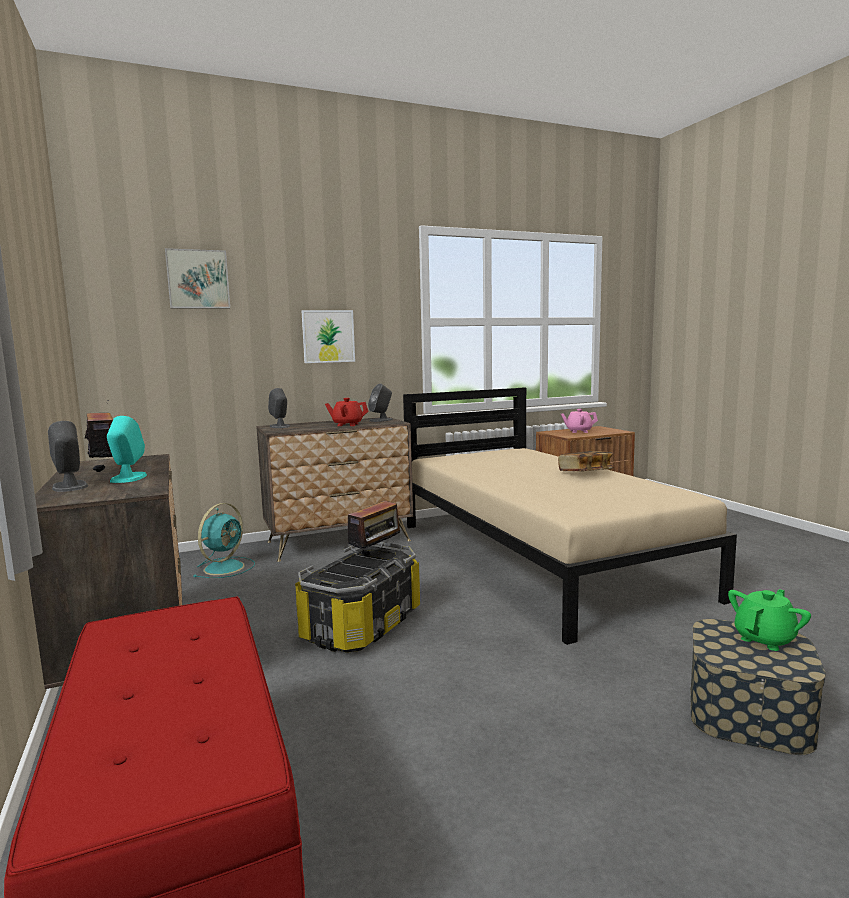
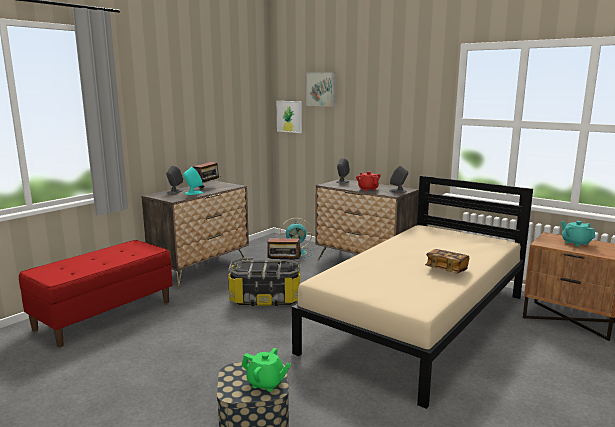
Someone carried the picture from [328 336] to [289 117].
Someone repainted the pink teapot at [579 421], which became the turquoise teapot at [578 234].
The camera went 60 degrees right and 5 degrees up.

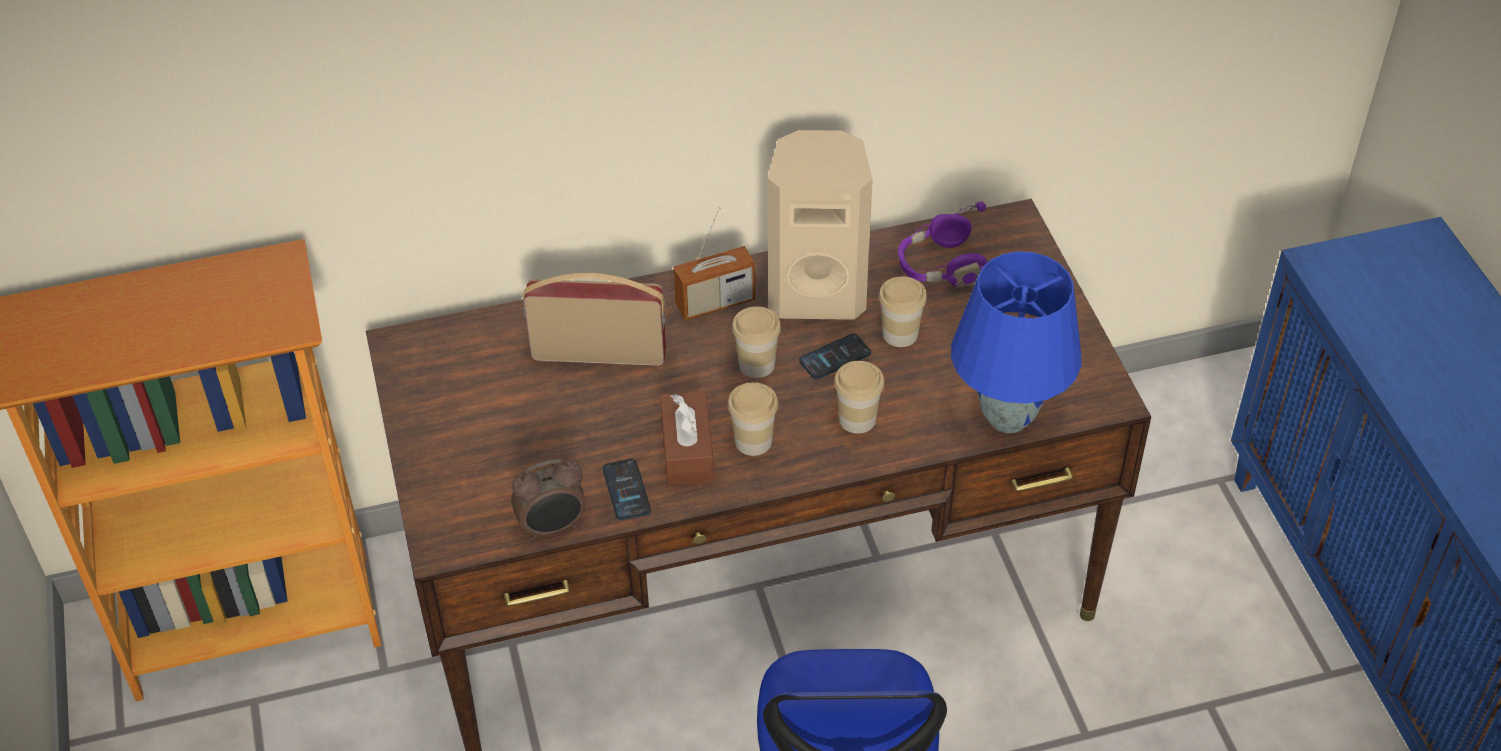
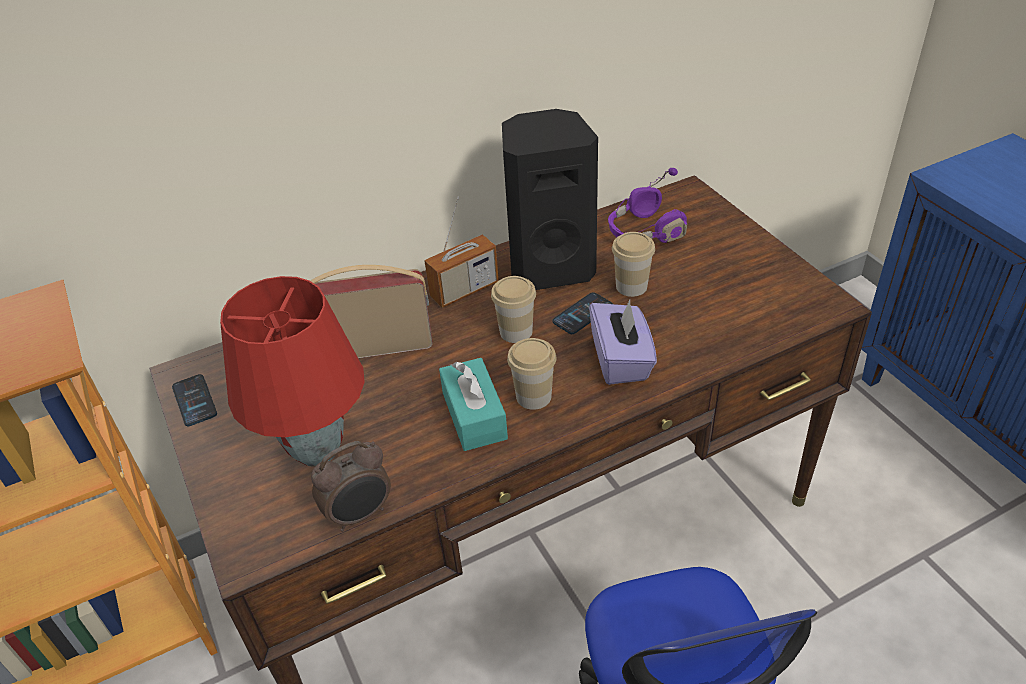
Someone carried the phone from [627 489] to [194 400].
Someone repainted the brown tissue box at [687 438], which became the turquoise tissue box at [473 404].
Someone repainted the beige speaker at [820 225], which became the black speaker at [550 199].
Someone swapped the cup at [859 397] for the purple tissue box at [623 342].
Someone took away the blue table lamp at [1016 342].
Someone put down the red table lamp at [292 371].
The camera went 10 degrees left and 5 degrees down.

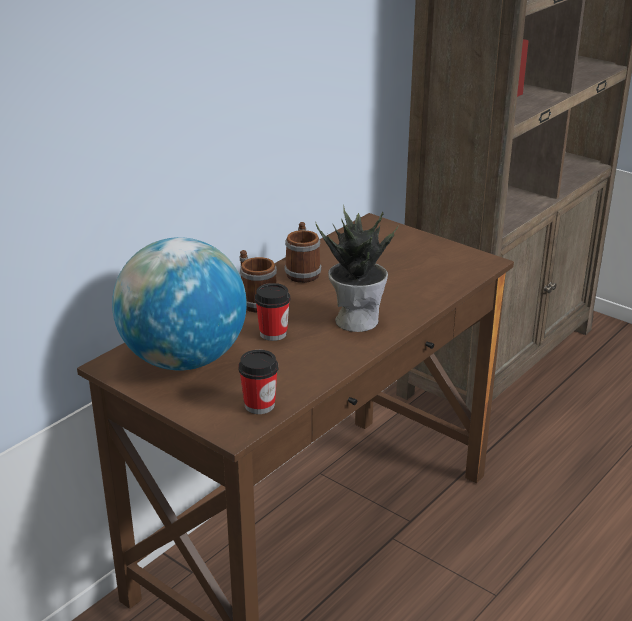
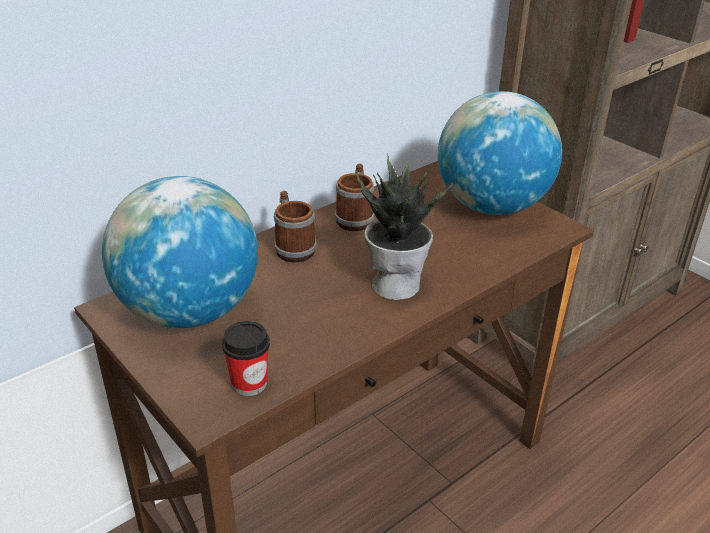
Someone took away the cup at [272 312].
Someone put down the globe at [500 153].
The camera went 10 degrees right and 5 degrees up.

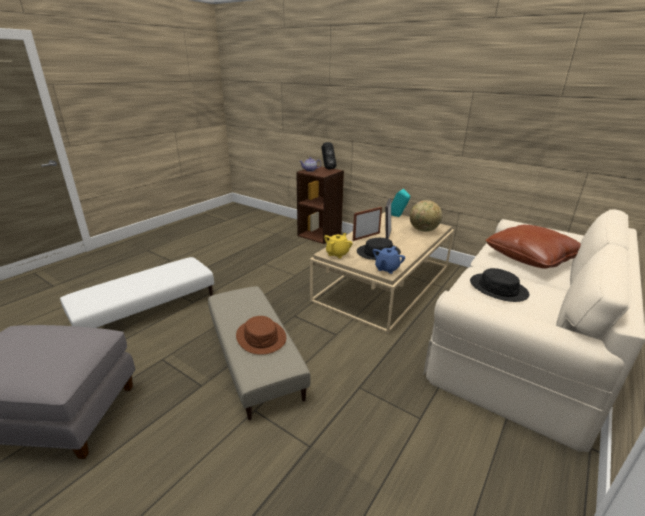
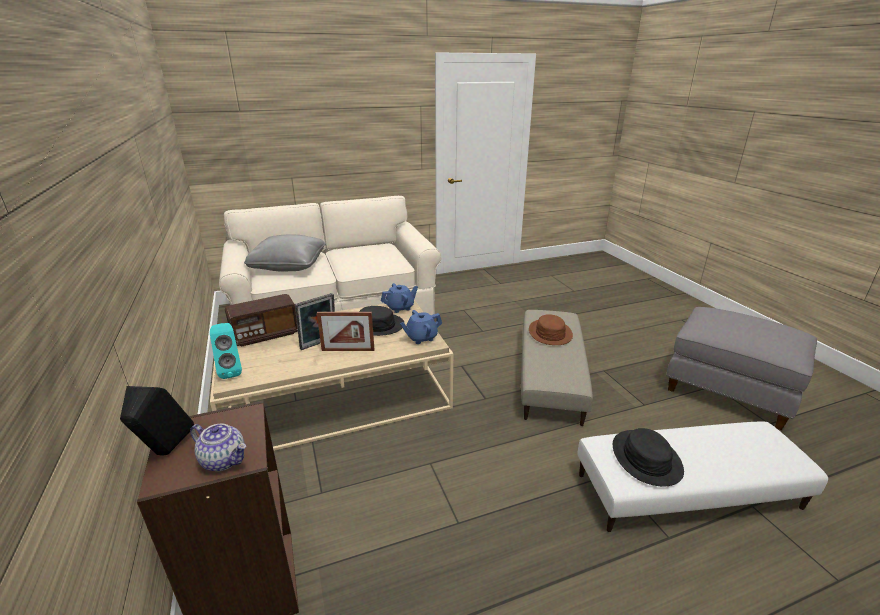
Someone repainted the yellow teapot at [338 245], which became the blue teapot at [421 327].
Someone swapped the globe at [426 216] for the radio at [261 320].
Someone carried the black hat from [499 285] to [648 457].
Someone repainted the brown pillow at [533 247], which became the grey pillow at [285 253].
The camera went 145 degrees left and 0 degrees up.

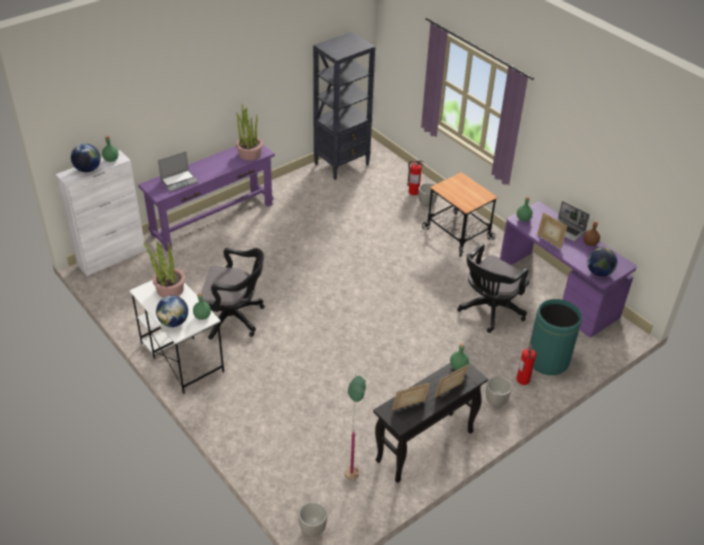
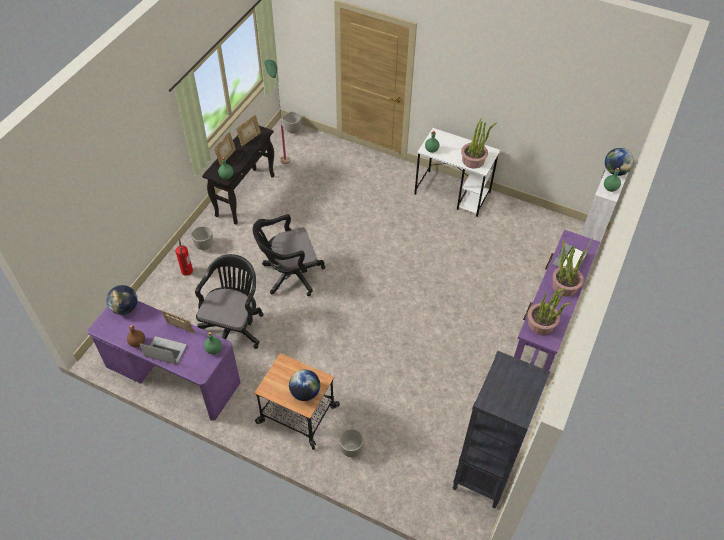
Someone carried the globe from [172 311] to [304 385].
Someone carried the black office chair from [232 294] to [289 255].
Someone took away the fire extinguisher at [416 177].
Someone took away the green trash can at [555 337].
Someone put down the potted plant at [568 268].
The camera went 155 degrees right and 10 degrees up.

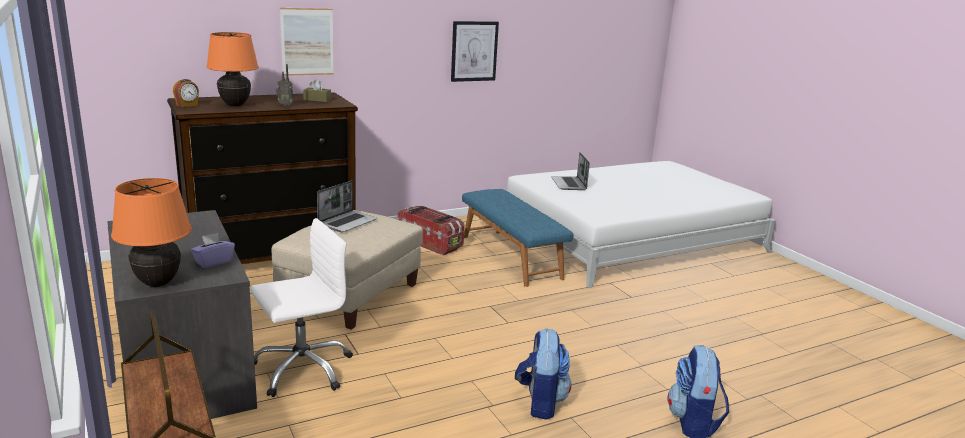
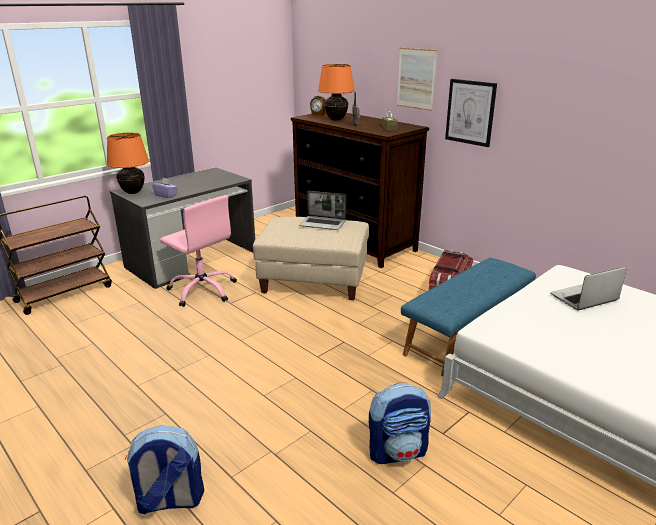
Someone repainted the white office chair at [301 307], which became the pink office chair at [198 251].
Someone carried the picture from [475 51] to [471 113].
Someone carried the backpack from [543 374] to [400 423].
The camera went 75 degrees right and 5 degrees up.

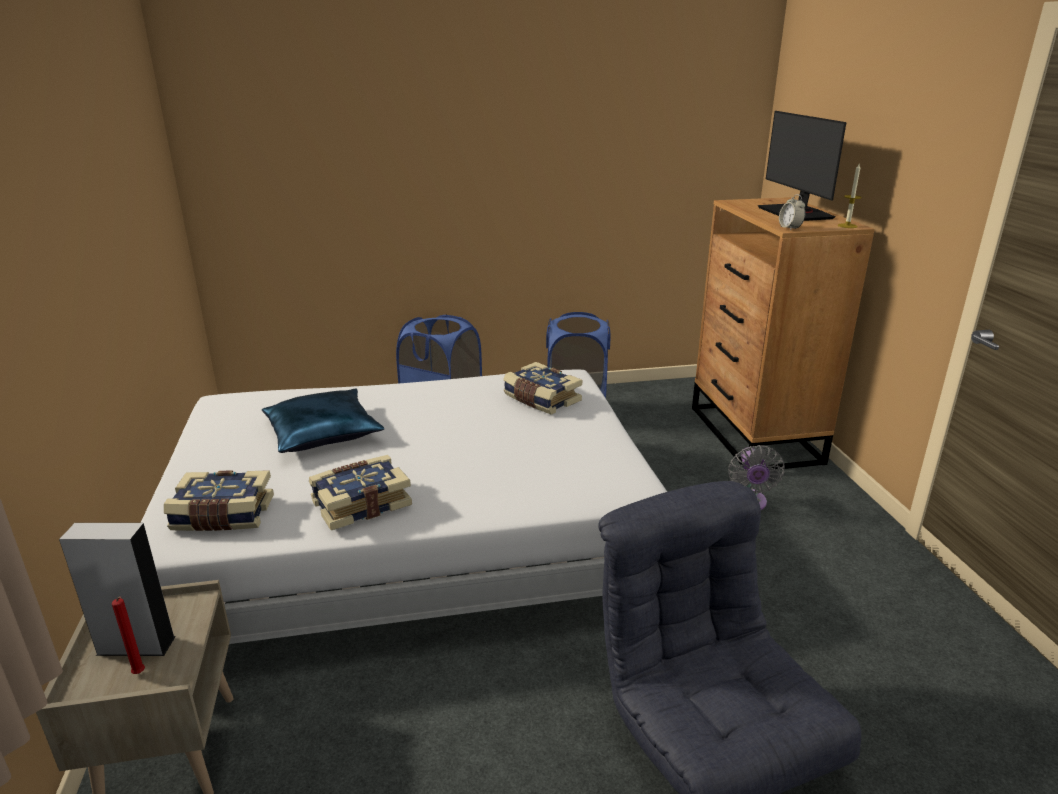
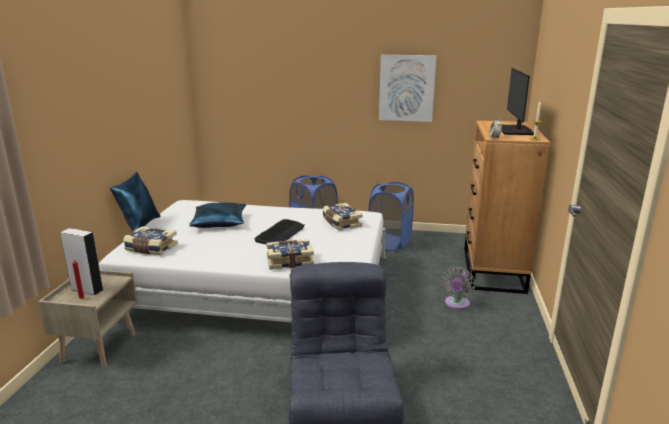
Someone carried the book from [360 492] to [290 254].
Someone put down the blue pillow at [135 202].
Someone put down the keyboard at [280 232].
Someone put up the picture at [408 88].
The camera went 20 degrees right and 5 degrees down.

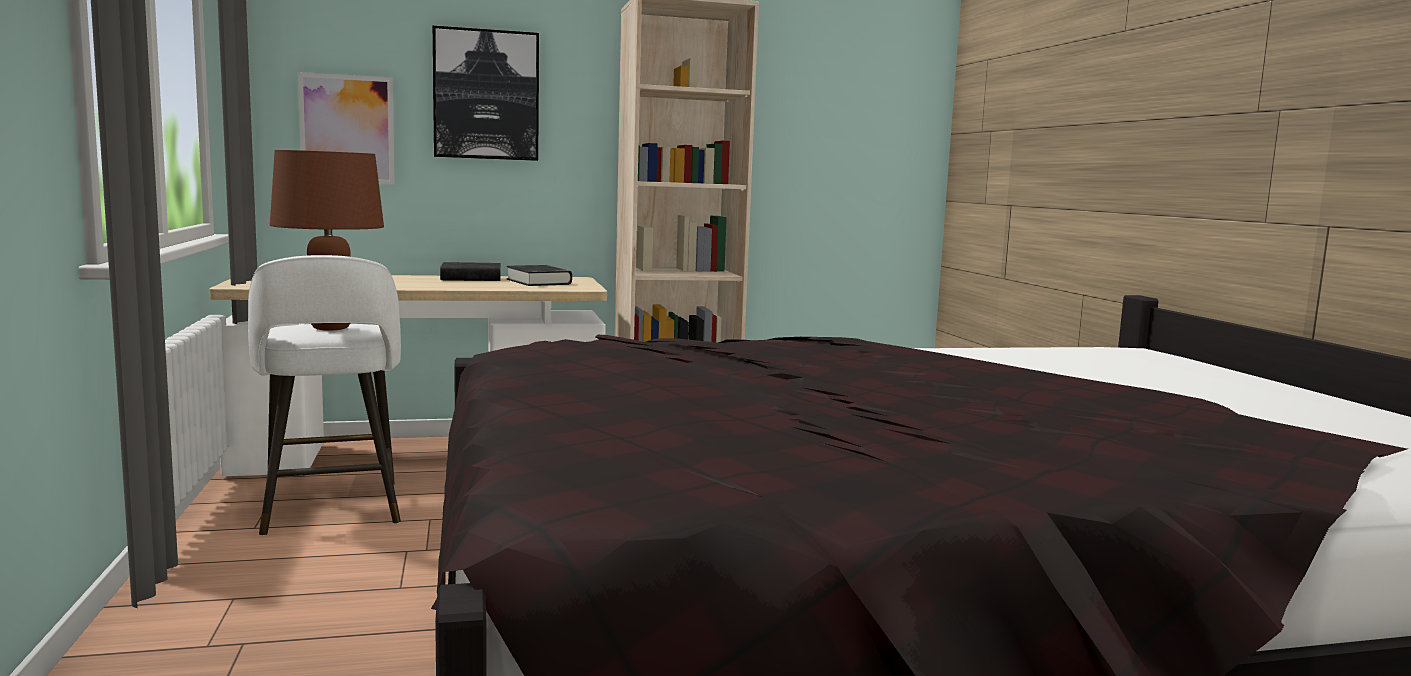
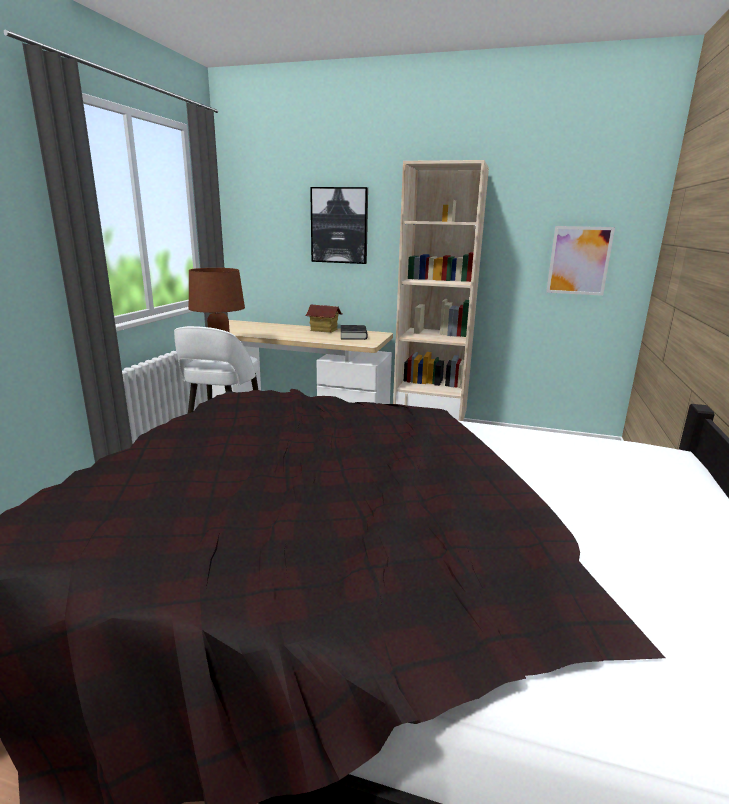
Someone carried the picture from [345 128] to [580 261].
Someone swapped the black book at [470 271] for the toy house at [324 318].
The camera went 30 degrees right and 10 degrees up.

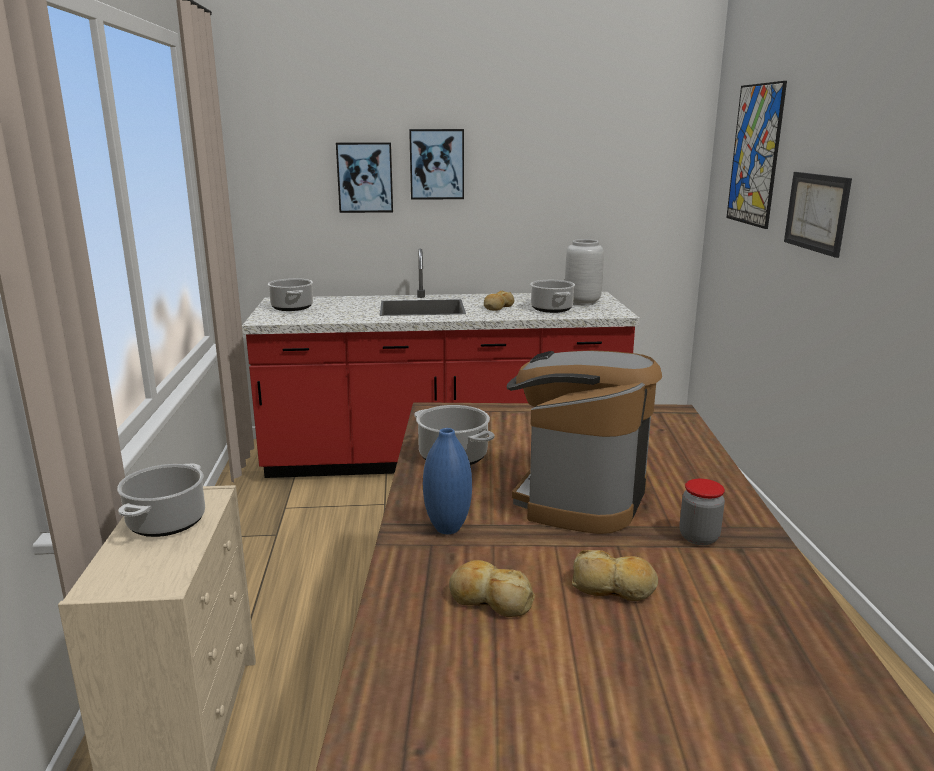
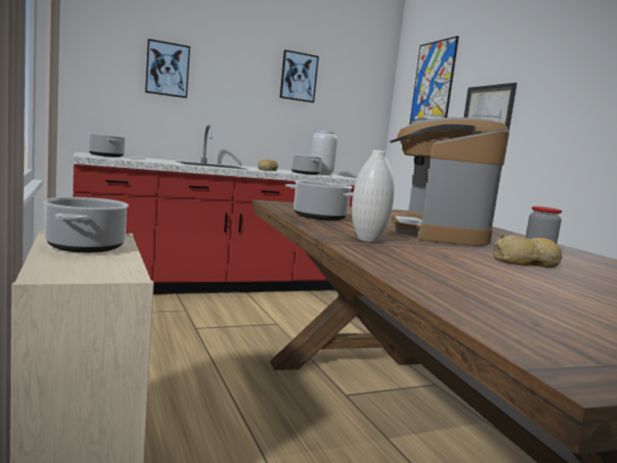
Someone carried the picture from [436 164] to [299 76].
Someone repainted the blue vase at [447 481], which became the white vase at [373 196].
Someone took away the bread at [492 588].
The camera went 20 degrees left and 10 degrees down.

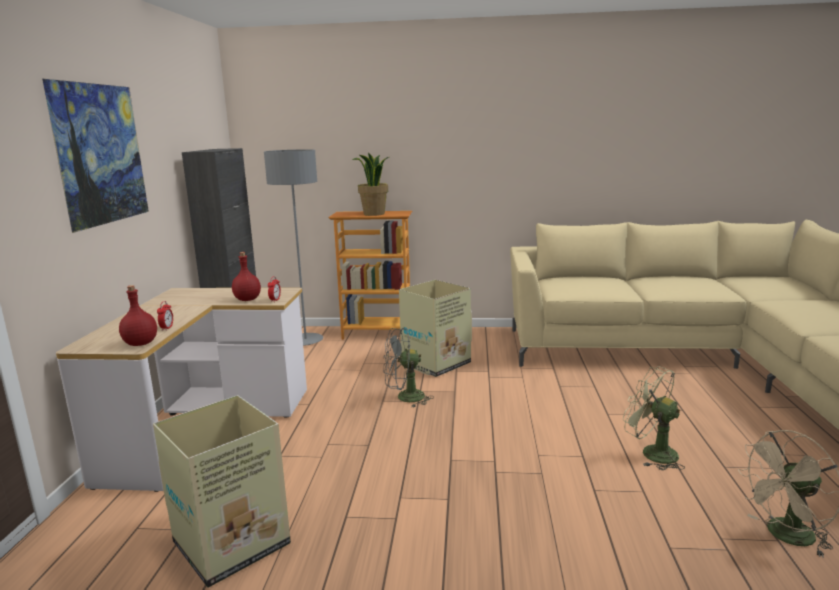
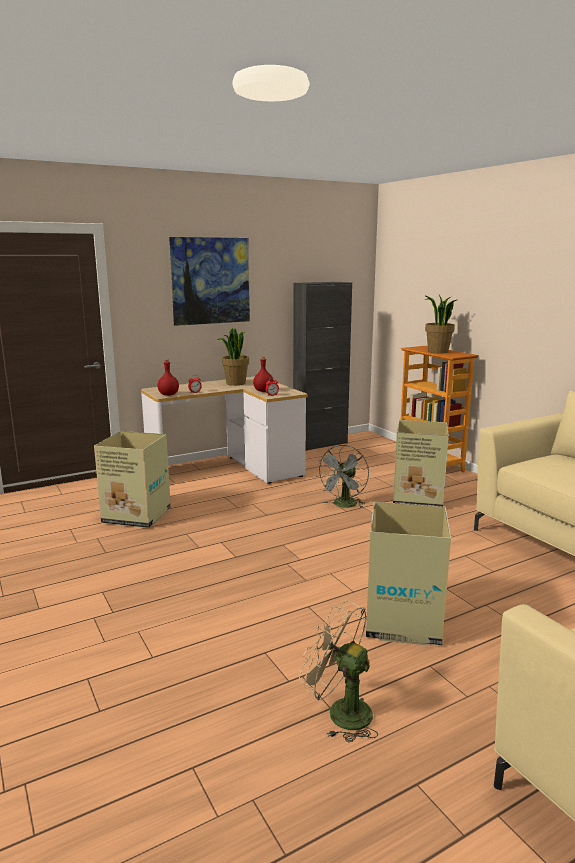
Someone took away the grey floor lamp at [293 247].
Someone rotated the grey fan at [409 367] by 105 degrees counterclockwise.
Someone swapped the green fan at [654 418] for the cardboard box at [408 573].
Someone put down the potted plant at [233 357].
The camera went 55 degrees right and 0 degrees up.

